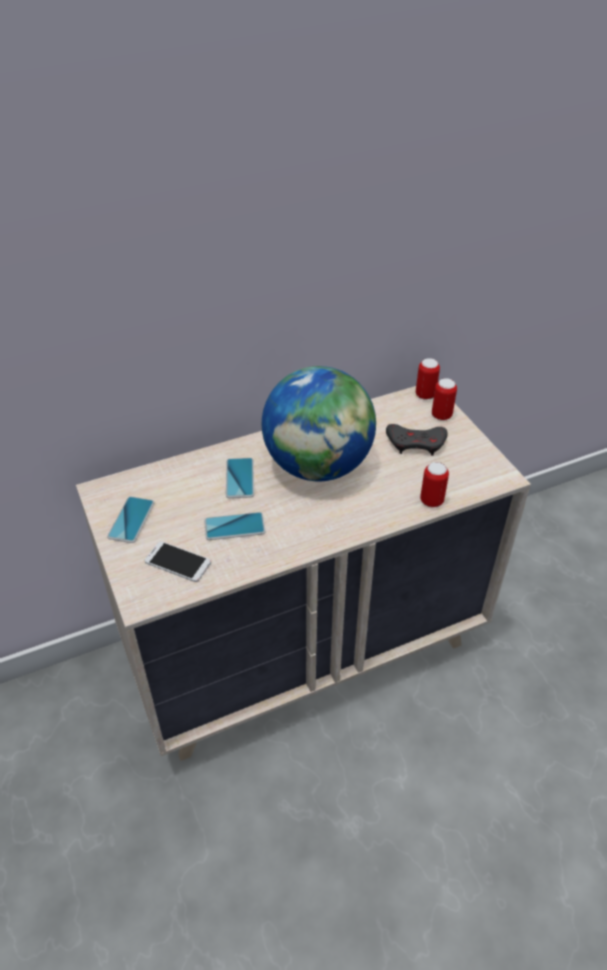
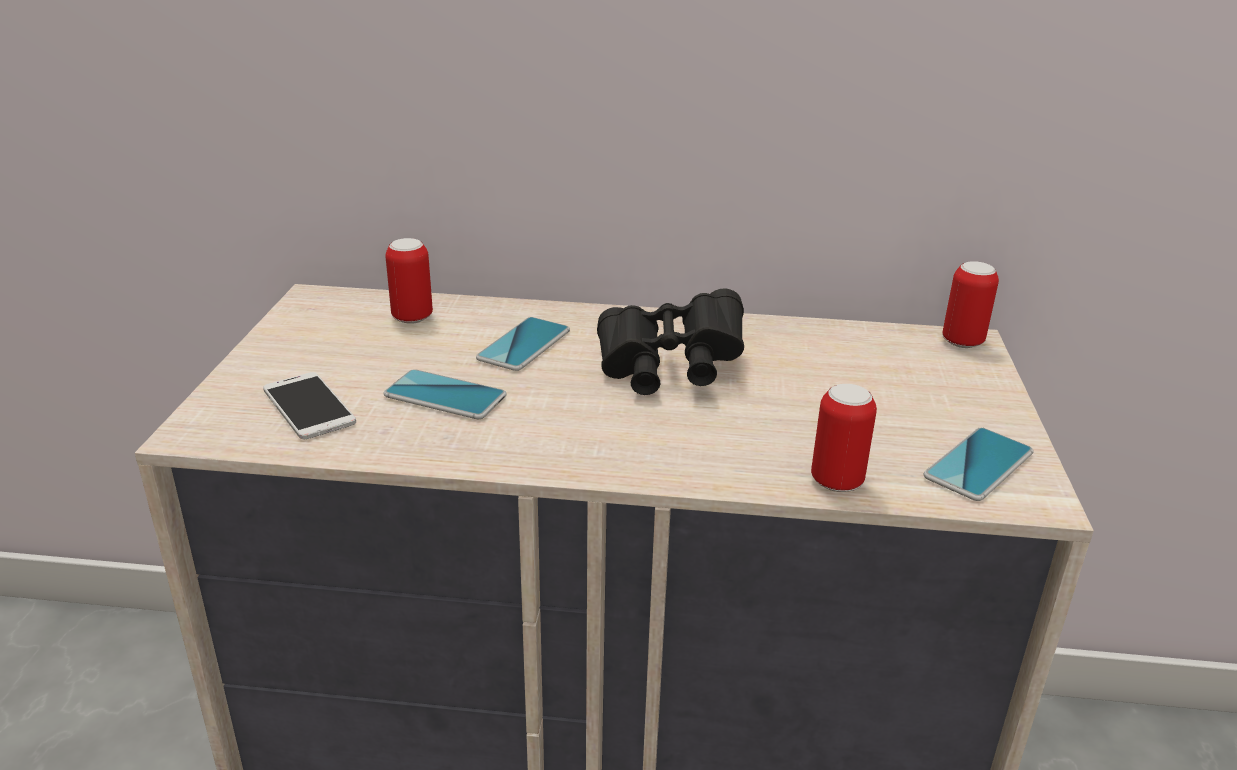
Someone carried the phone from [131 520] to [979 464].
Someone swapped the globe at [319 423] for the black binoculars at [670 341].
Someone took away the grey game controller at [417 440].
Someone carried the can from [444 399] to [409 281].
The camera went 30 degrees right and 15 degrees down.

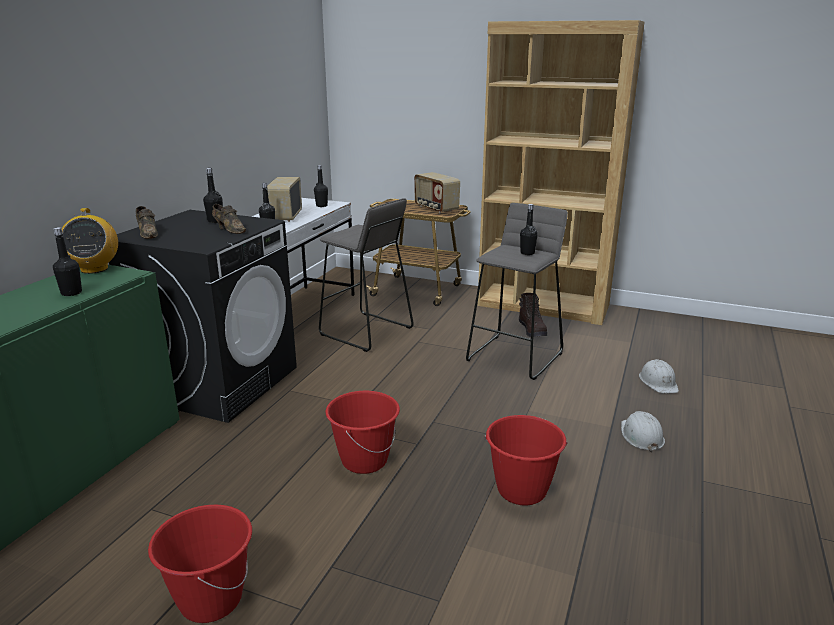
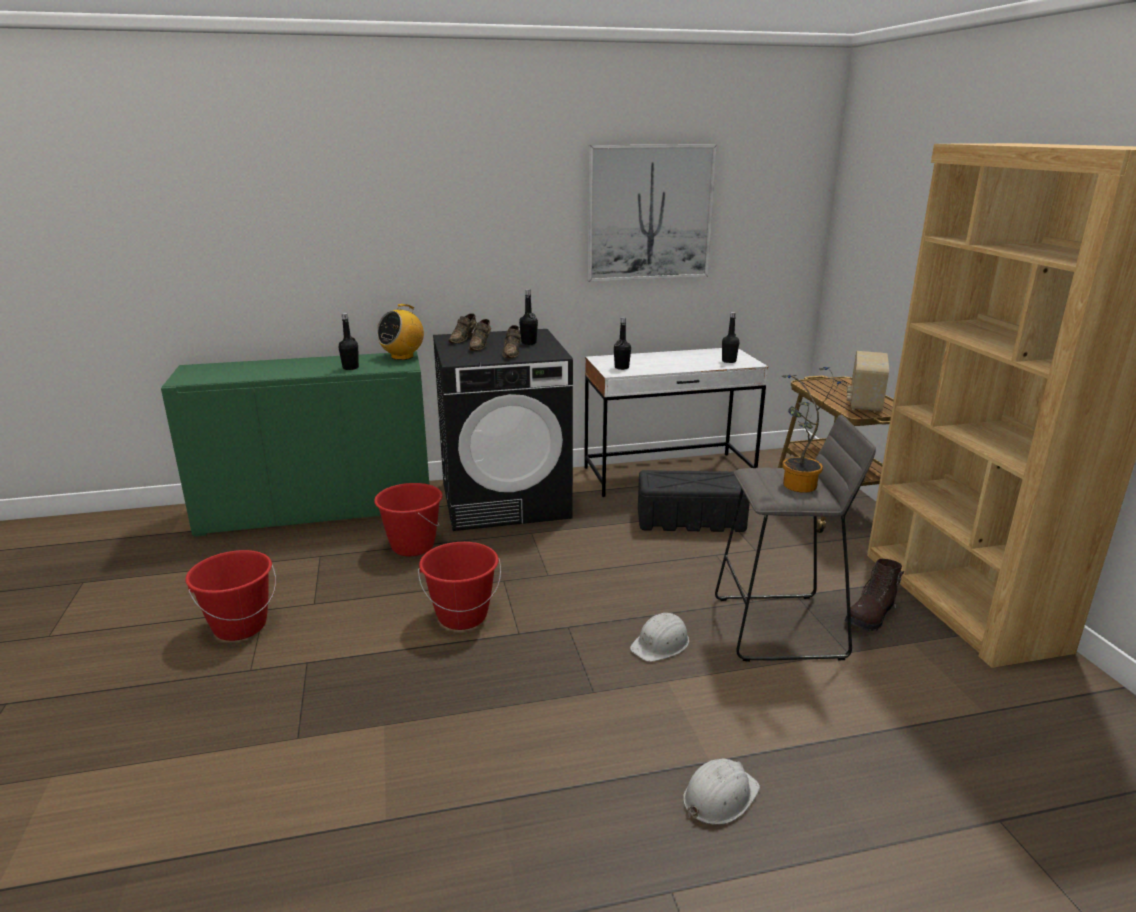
Someone took away the radio at [284 199].
Someone swapped the grey stool at [366 275] for the black storage box at [694 501].
Someone carried the red bucket from [526 460] to [408 519].
Someone swapped the black bottle at [529 229] for the potted plant at [814 430].
Someone carried the white hard hat from [659 376] to [659 637].
Someone put down the brown shoe at [480 335].
Someone put up the picture at [652 213].
The camera went 55 degrees right and 0 degrees up.

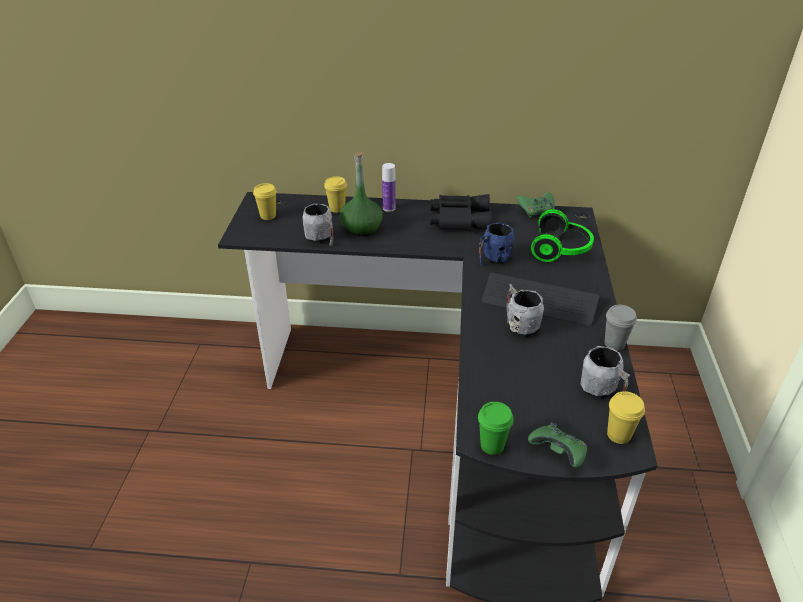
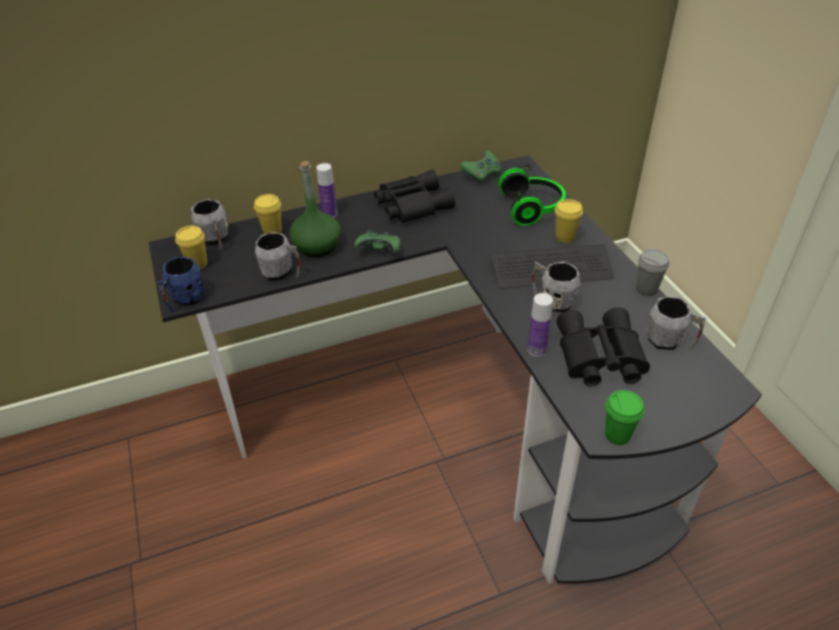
Someone carried the blue mug from [497 244] to [181 284].
Someone carried the green game controller from [557 445] to [377 241].
Someone carried the yellow cup from [626 417] to [569 221].
Someone put down the grey mug at [209 224].
Someone put down the bottle at [540 325].
Someone put down the black binoculars at [603 347].
The camera went 25 degrees left and 5 degrees up.

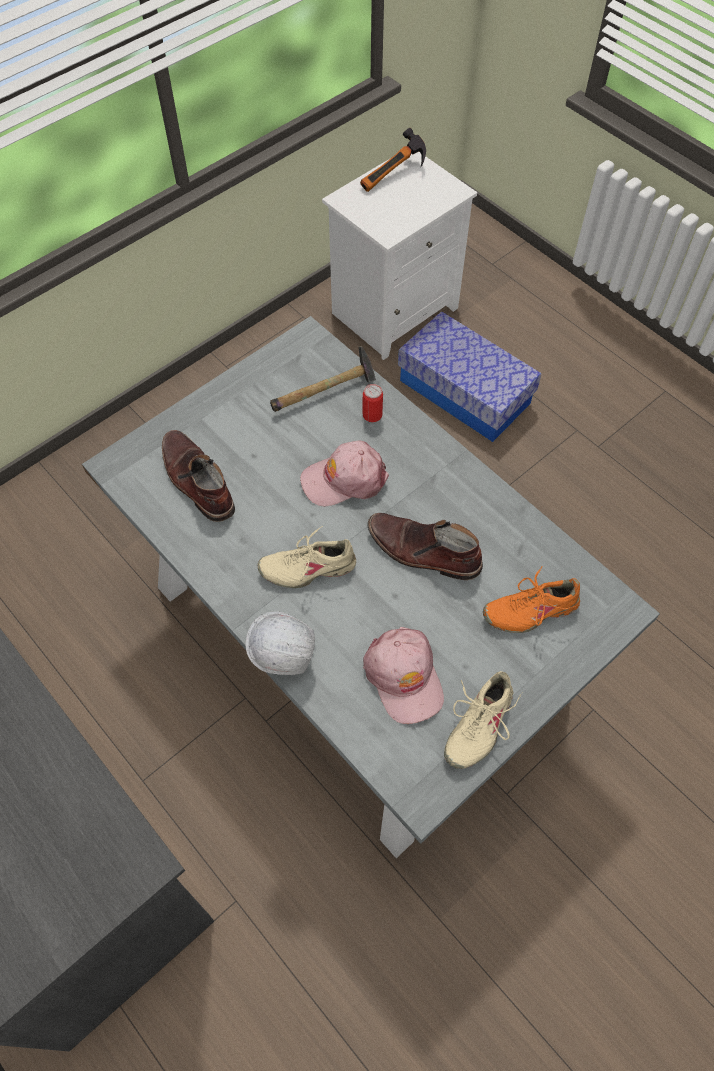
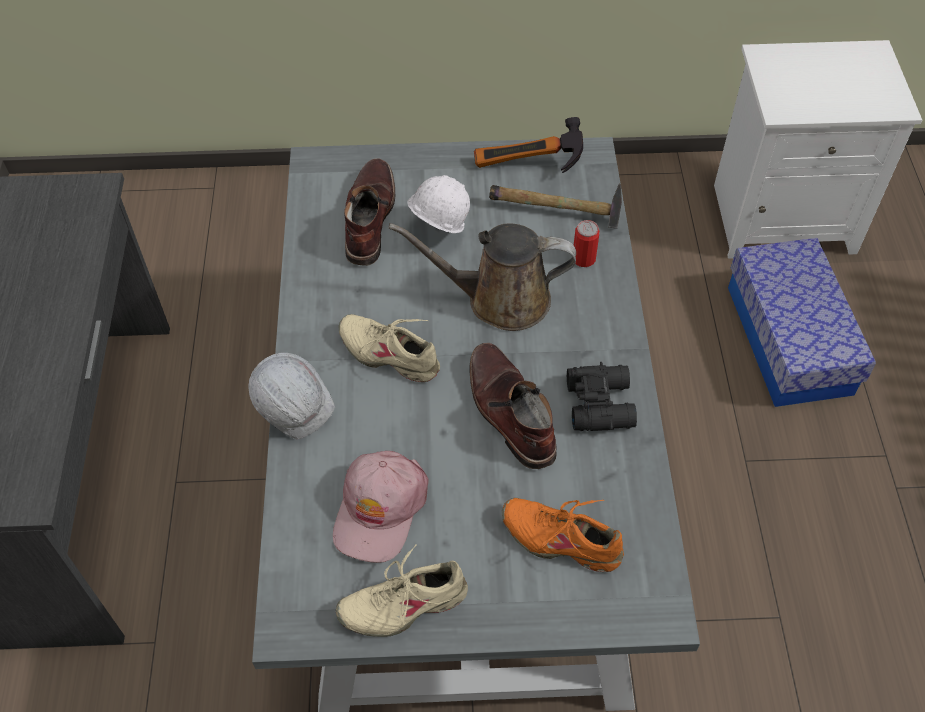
Someone swapped the pink cap at [344 473] for the brown watering can at [482 277].
Someone carried the hammer from [393 160] to [528 145].
Someone put down the white hard hat at [438 204].
Someone put down the black binoculars at [602 396].
The camera went 40 degrees right and 5 degrees down.

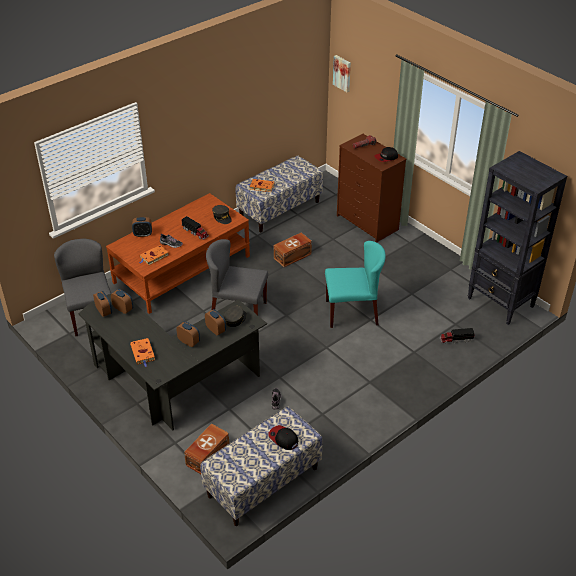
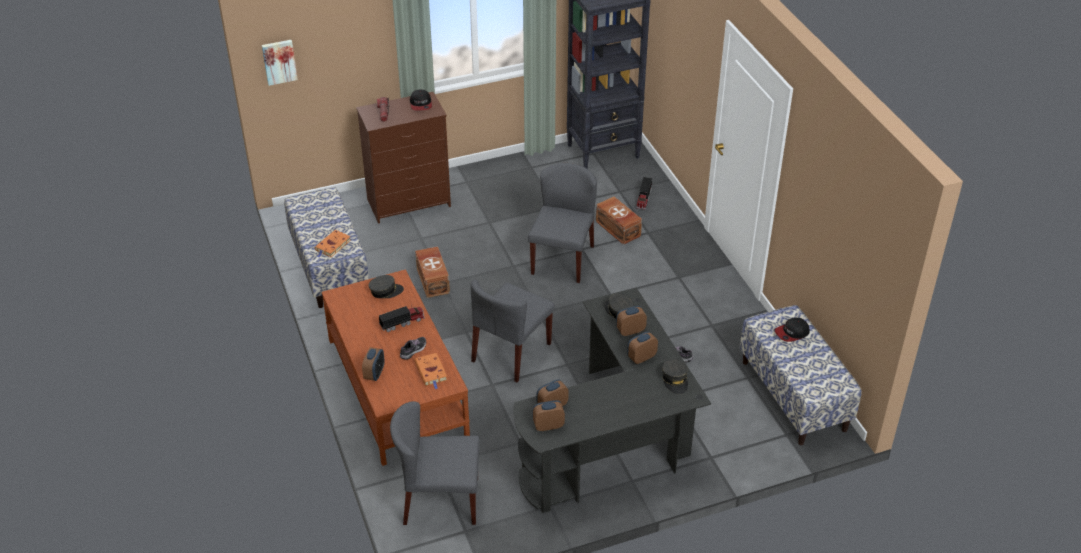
Someone took away the orange book at [142 352].
Someone carried the brown storage box from [206 448] to [619 221].
Someone repainted the turquoise chair at [355 284], which became the grey chair at [562 223].
Someone put down the grey cap at [675 376].
The camera went 70 degrees left and 0 degrees up.

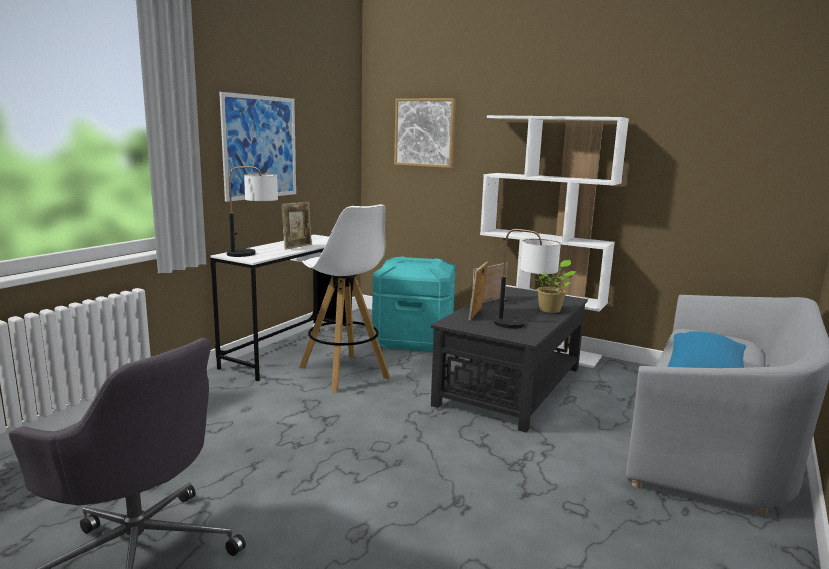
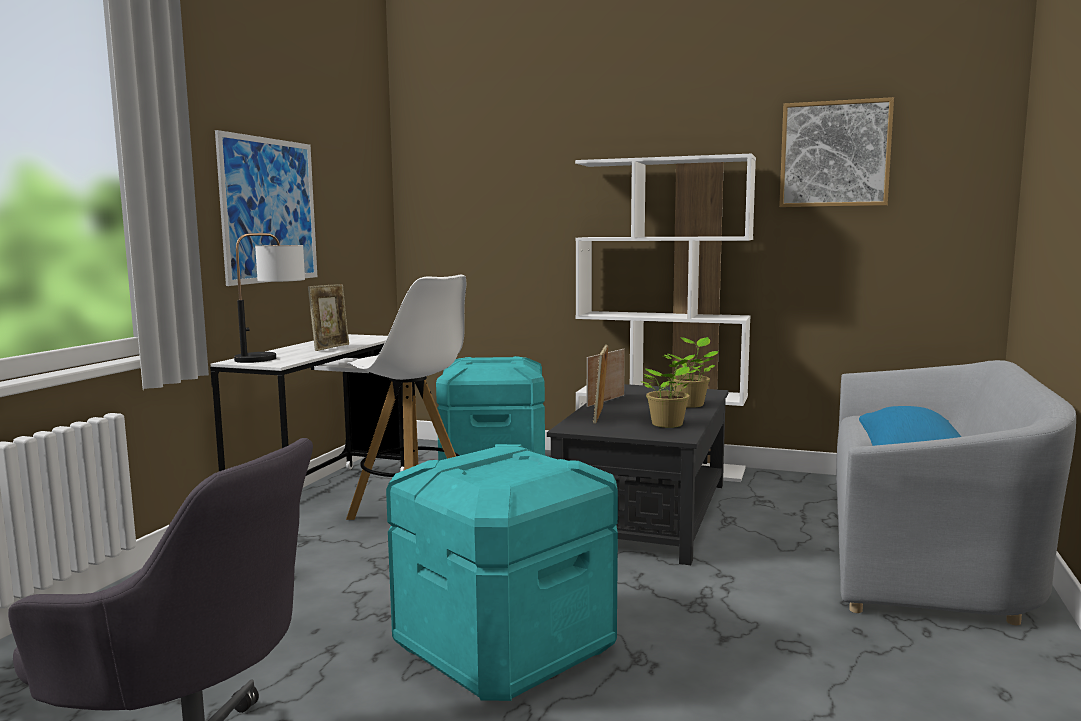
Someone carried the picture from [425 133] to [836 152].
Someone swapped the table lamp at [527 279] for the potted plant at [668 391].
Someone put down the turquoise storage box at [502 572].
The camera went 10 degrees left and 5 degrees down.

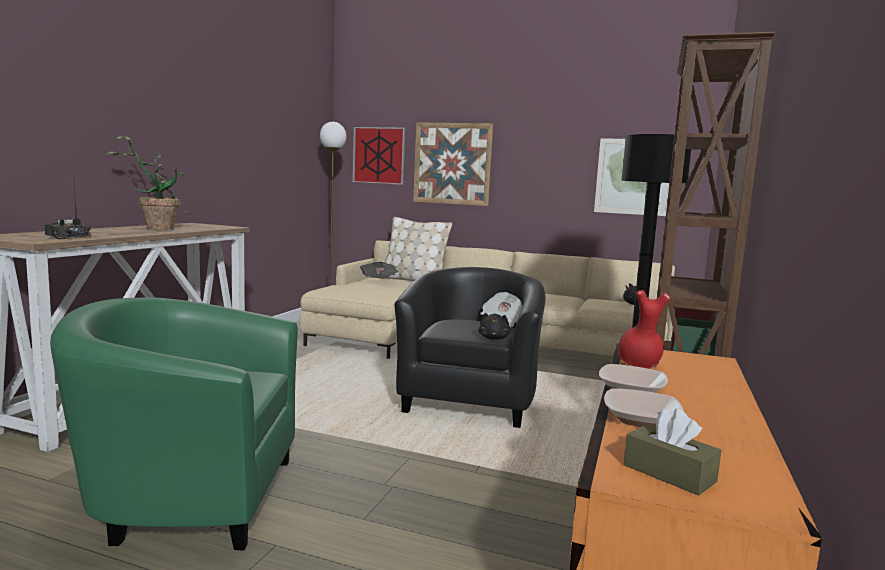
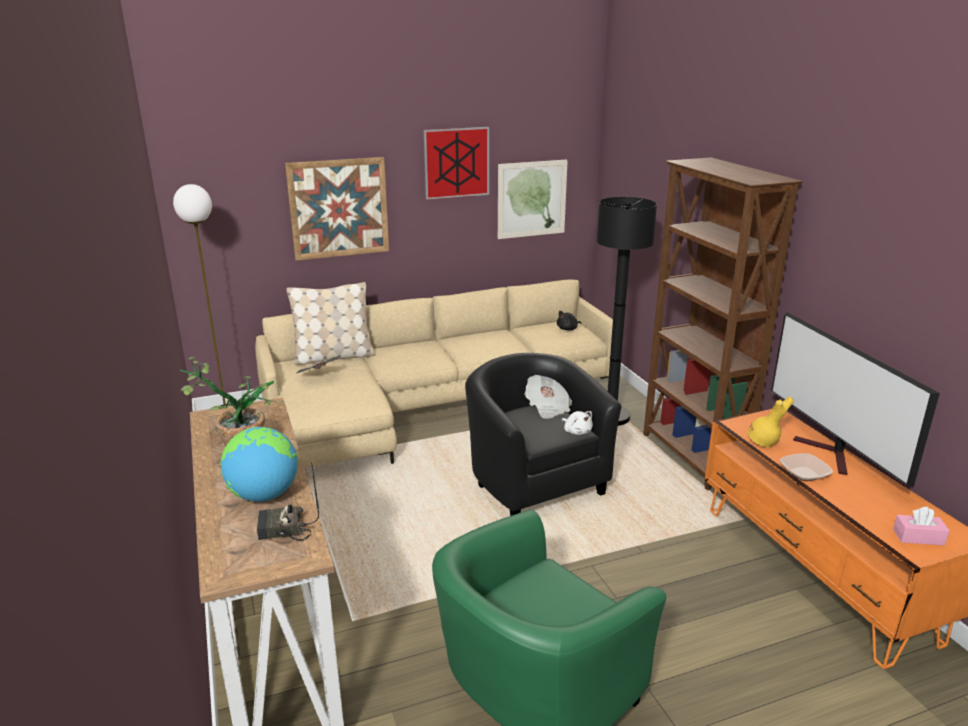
Someone carried the picture from [379 156] to [456 163].
Someone repainted the black plush toy at [494 326], which became the white plush toy at [577 423].
Someone took away the bowl at [644 408].
Someone repainted the red vase at [644 329], which became the yellow vase at [771 421].
Someone repainted the brown tissue box at [673 452], which became the pink tissue box at [921 526].
Someone put down the globe at [259 464].
Someone put down the television at [855 400].
The camera went 40 degrees left and 15 degrees up.

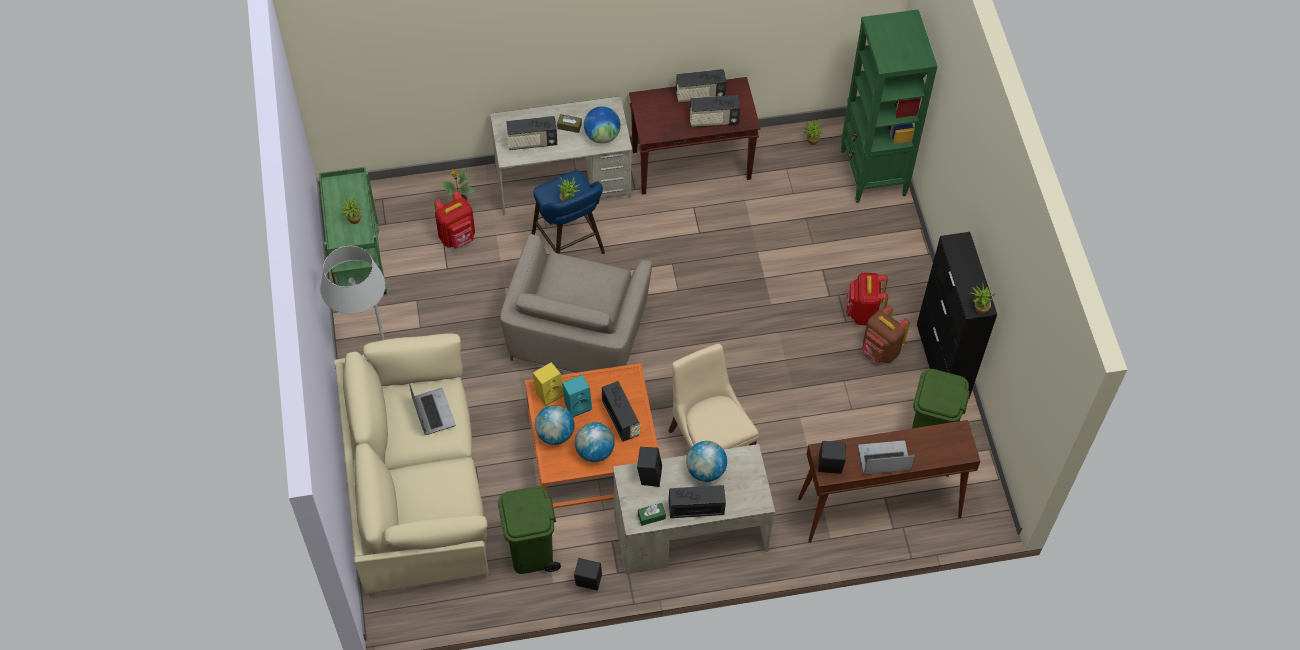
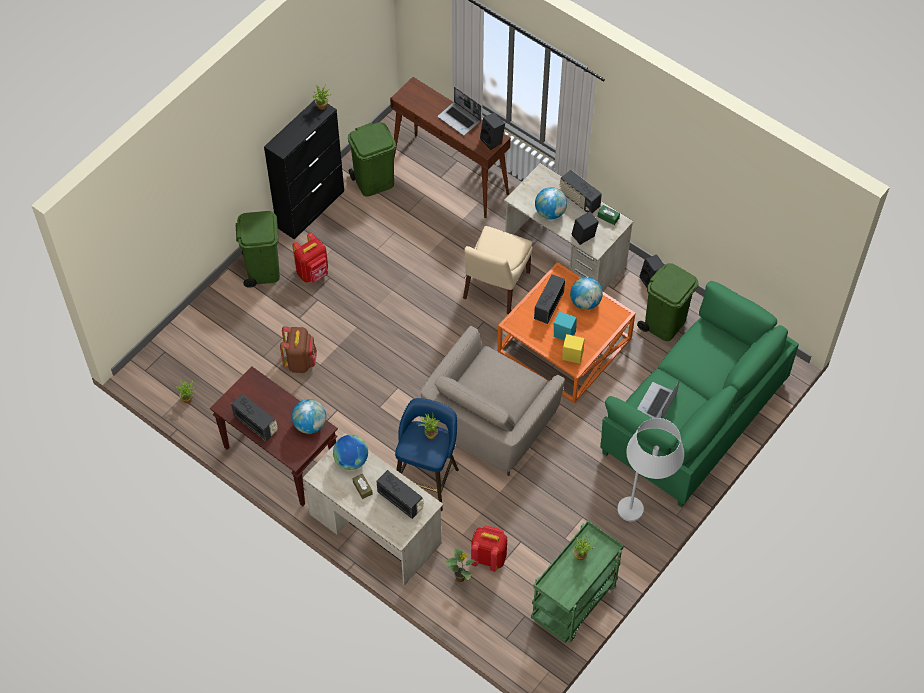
Someone repainted the beige sofa at [411 465], which became the green sofa at [699 394].
Someone rotated the beige armchair at [576 303] by 150 degrees clockwise.
Someone carried the globe from [555 425] to [309 416].
Someone took away the radio at [715 111].
Someone took away the green bookcase at [889 106].
Someone carried the brown backpack from [886 334] to [298 349].
Someone put down the green trash can at [258 249].
The camera went 130 degrees left and 0 degrees up.

